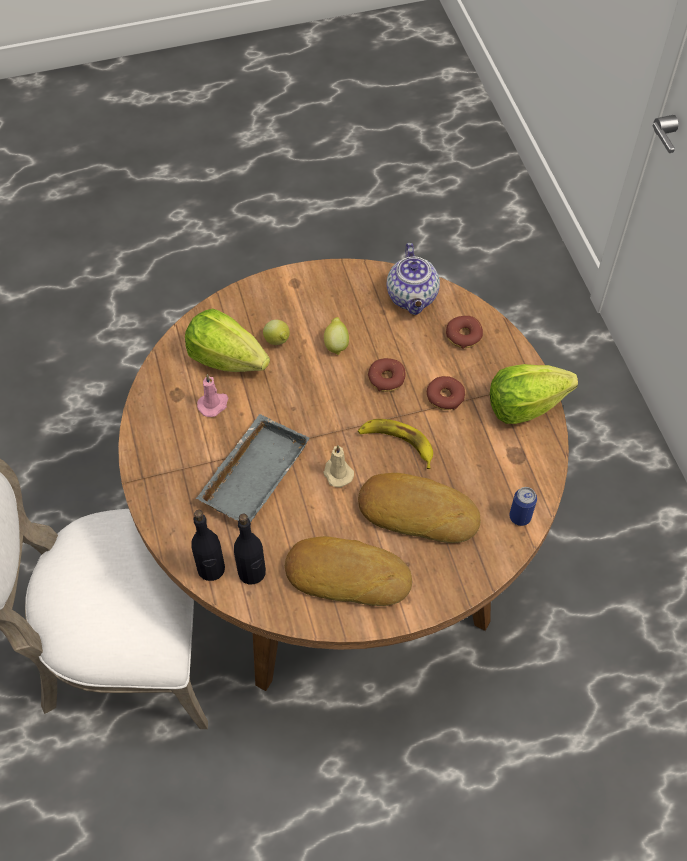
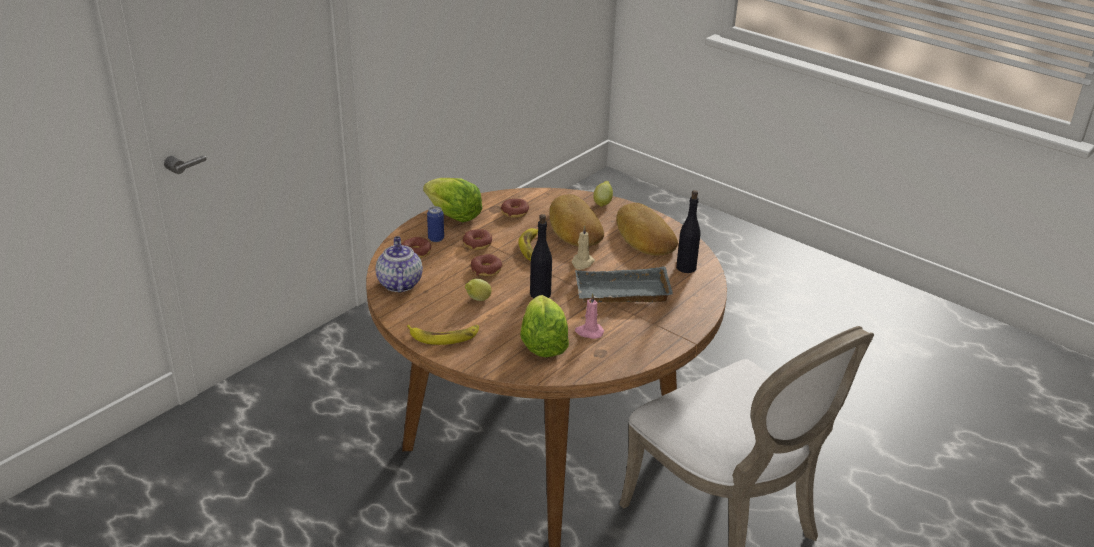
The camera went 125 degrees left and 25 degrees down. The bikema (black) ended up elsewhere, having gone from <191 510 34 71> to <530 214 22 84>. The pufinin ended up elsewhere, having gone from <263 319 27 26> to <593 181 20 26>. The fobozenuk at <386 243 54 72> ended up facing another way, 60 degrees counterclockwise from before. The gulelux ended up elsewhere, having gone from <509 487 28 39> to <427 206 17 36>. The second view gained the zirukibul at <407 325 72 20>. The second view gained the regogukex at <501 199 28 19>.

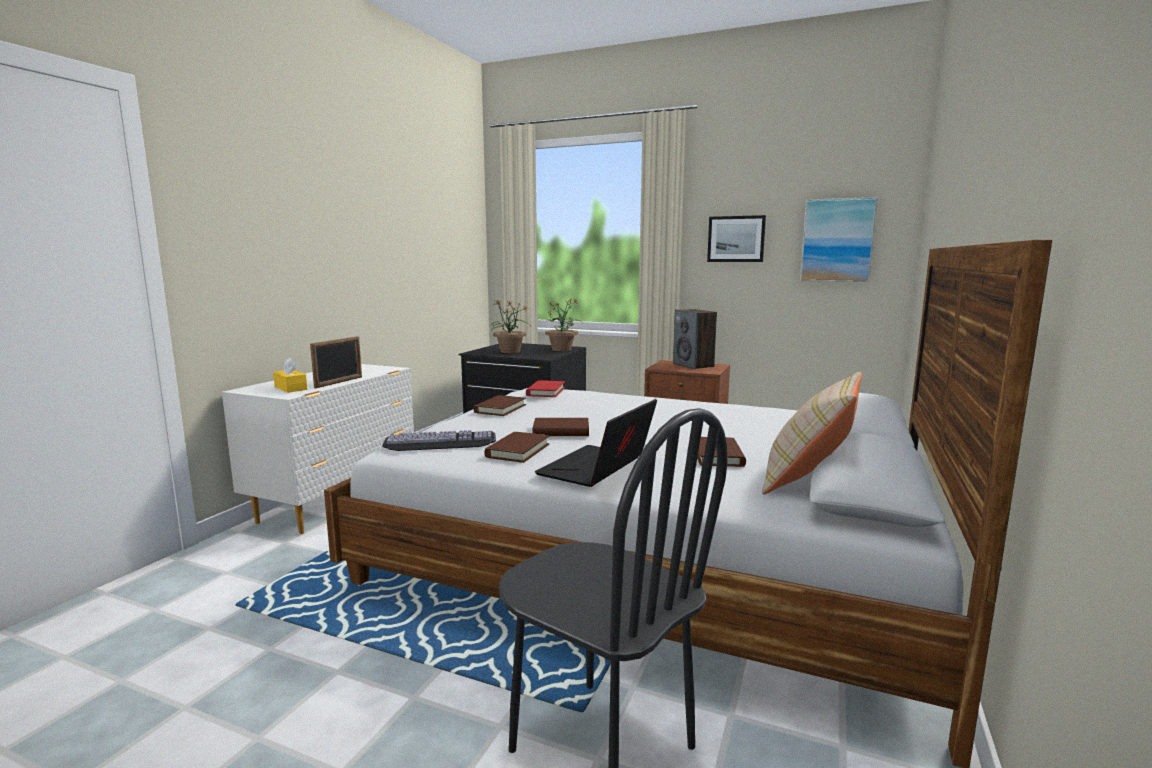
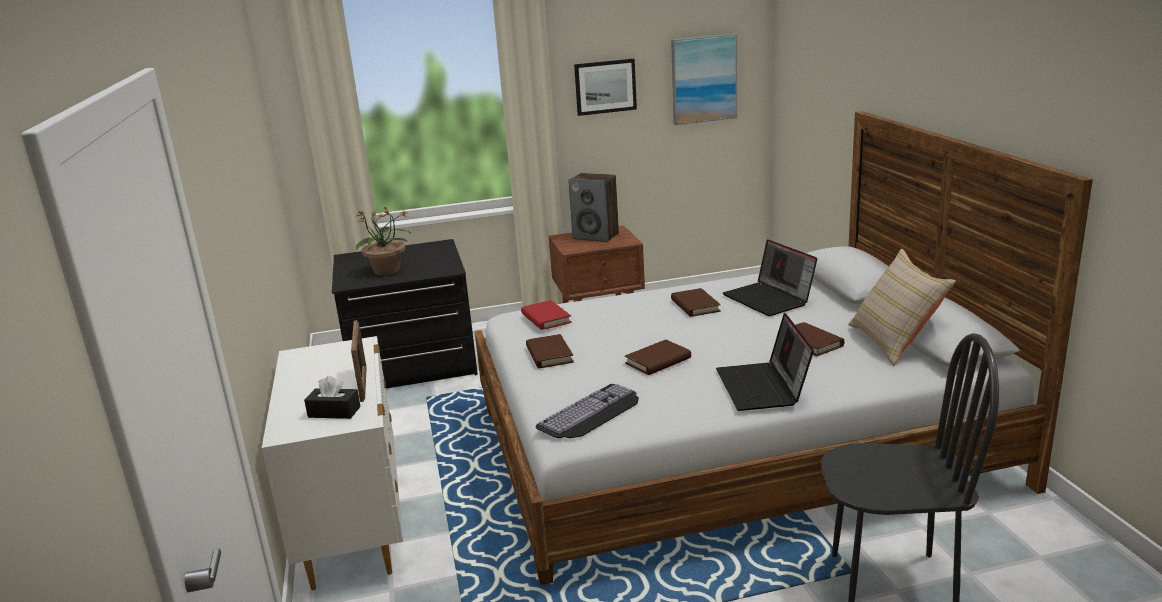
The camera went 35 degrees left and 10 degrees up. What was the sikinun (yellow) at <273 358 34 35> turned into the sikinun (black) at <304 376 57 43>. The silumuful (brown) ended up elsewhere, having gone from <484 432 65 31> to <671 288 50 29>. The second view lost the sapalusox at <545 299 37 52>. The second view gained the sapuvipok at <723 239 94 77>.

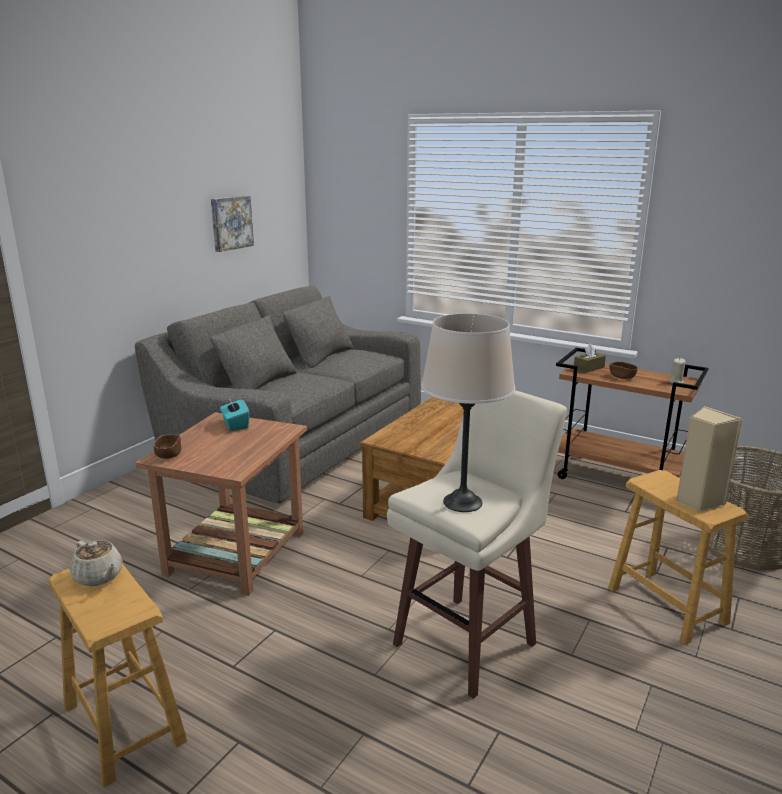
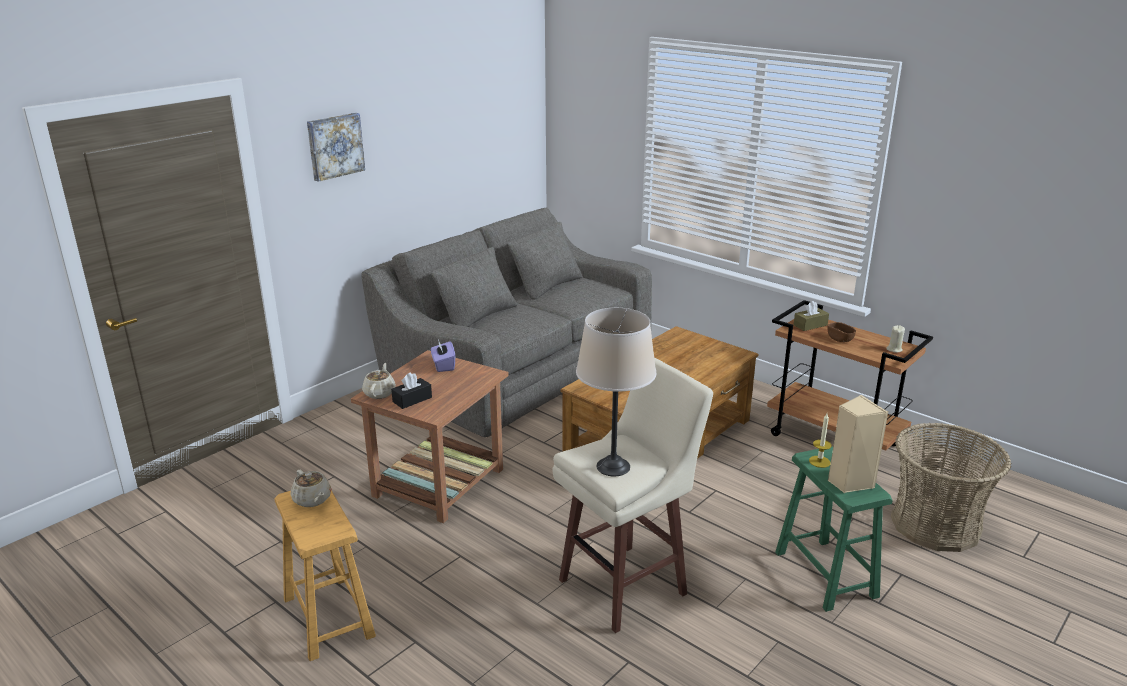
The camera went 10 degrees right and 5 degrees up. Where the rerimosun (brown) stood at <154 434 27 25>, the fobozenuk (beige) came to stand at <362 363 34 36>. The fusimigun ended up elsewhere, having gone from <211 196 43 56> to <307 113 58 69>. What was the sikinun (turquoise) at <220 398 30 33> turned into the sikinun (purple) at <431 339 24 33>. What was the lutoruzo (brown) at <608 470 140 175> turned into the lutoruzo (green) at <775 447 118 165>. The second view gained the sikinun (black) at <391 372 41 37>. The second view gained the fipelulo at <809 414 23 54>.

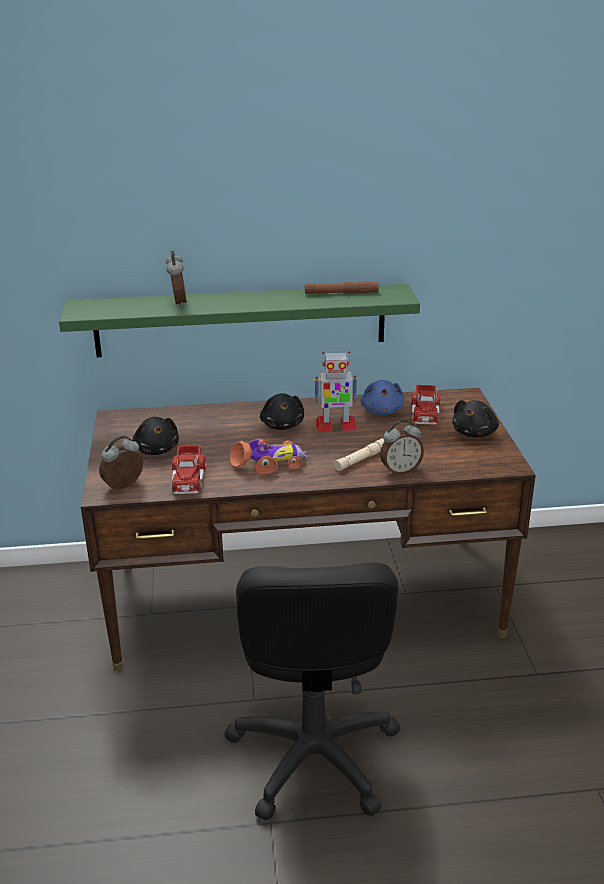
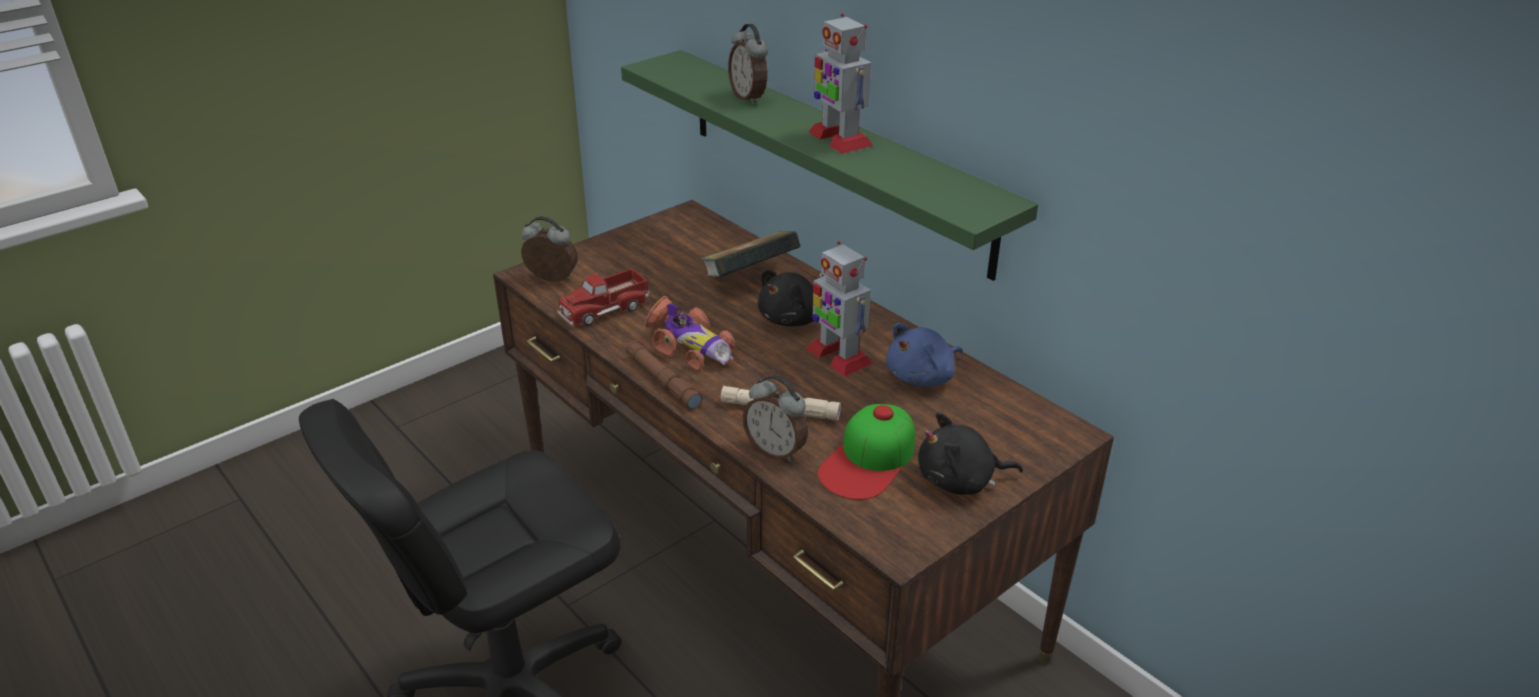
The camera went 55 degrees right and 5 degrees up. The second view lost the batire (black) at <133 417 46 38>. The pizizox at <166 250 21 57> ended up facing another way, 105 degrees clockwise from before. The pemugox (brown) ended up elsewhere, having gone from <305 281 74 13> to <626 341 76 68>. The second view lost the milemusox at <411 385 30 40>. The second view gained the silumuful at <701 231 100 46>. The second view gained the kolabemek at <808 13 65 141>. The second view gained the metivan at <818 404 97 96>.

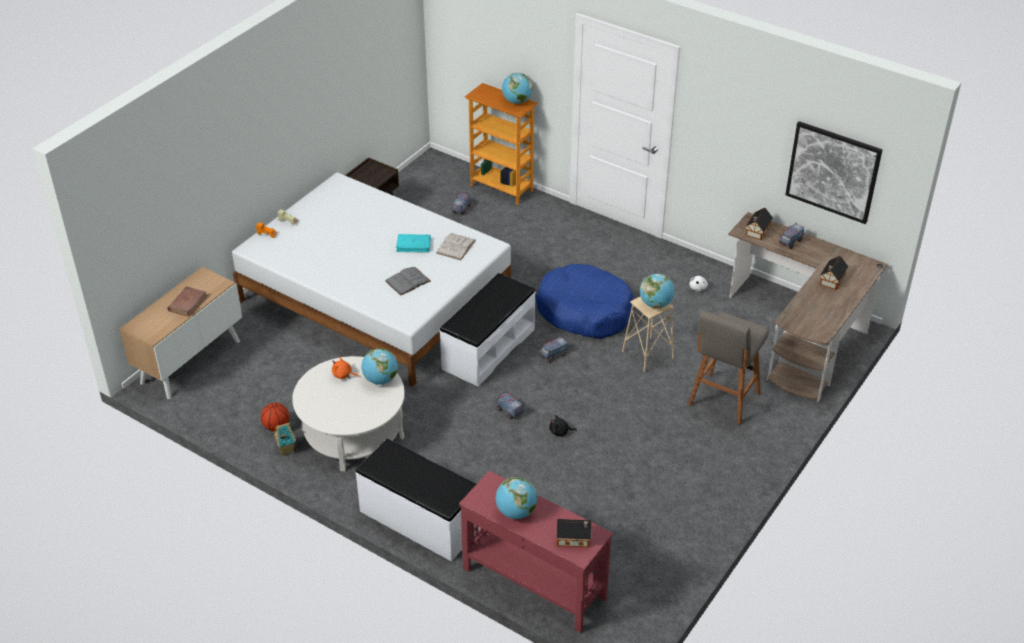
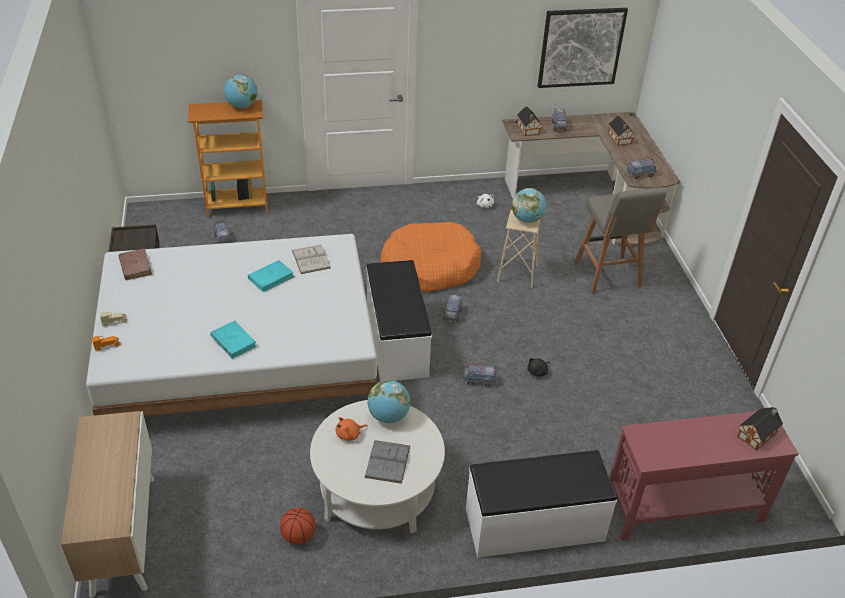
The camera went 45 degrees left and 0 degrees up. The silumuful (brown) ended up elsewhere, having gone from <167 287 41 30> to <119 249 33 31>. The second view lost the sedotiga at <273 423 23 33>. The silumuful (grey) ended up elsewhere, having gone from <385 267 46 29> to <365 440 45 44>. The second view lost the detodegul at <496 477 41 42>. What was the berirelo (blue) at <536 264 97 75> turned into the berirelo (orange) at <380 222 102 70>. The second view gained the silumuful (turquoise) at <210 321 46 38>. The second view gained the milemusox at <627 158 29 22>.

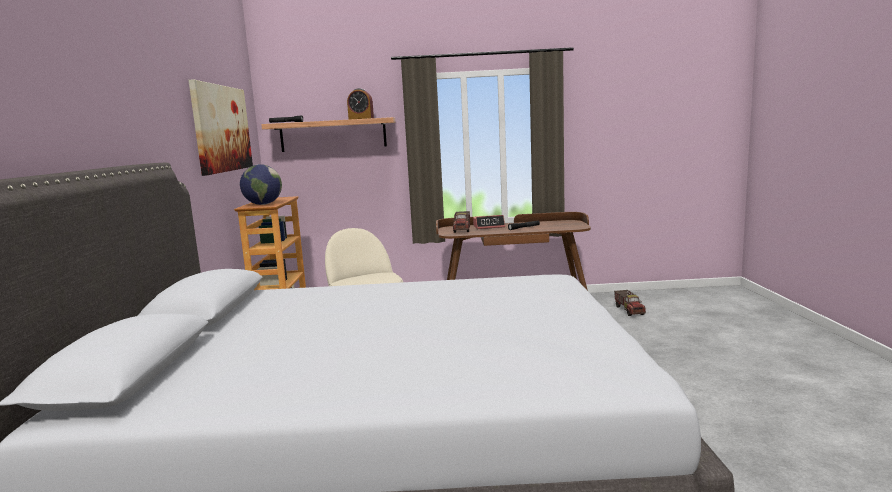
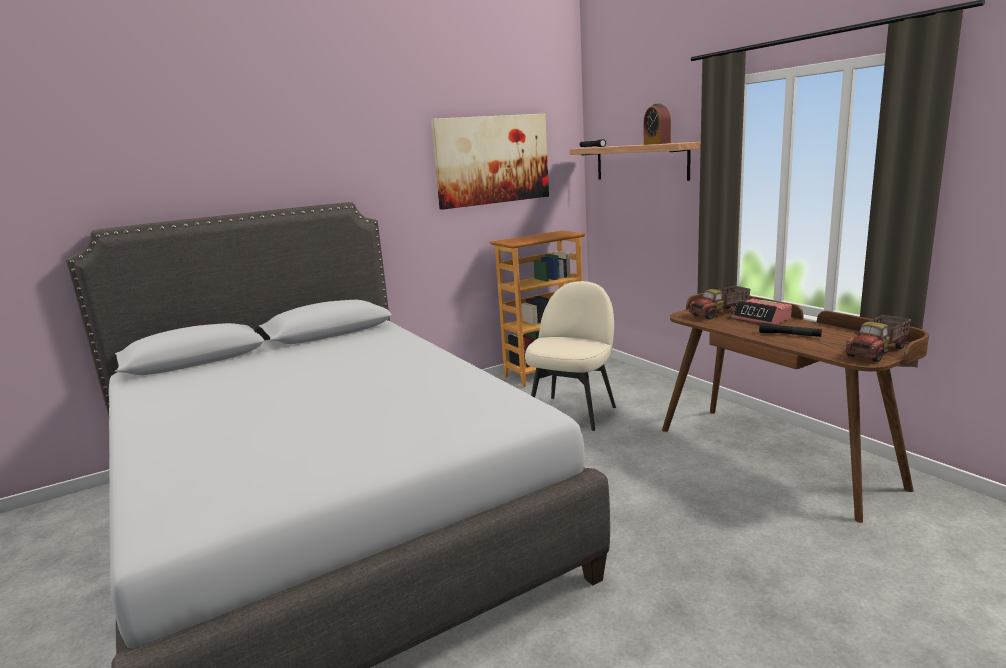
The camera went 60 degrees right and 5 degrees up. The second view lost the detodegul at <240 164 42 41>. The milemusox ended up elsewhere, having gone from <614 290 32 26> to <845 315 66 47>.

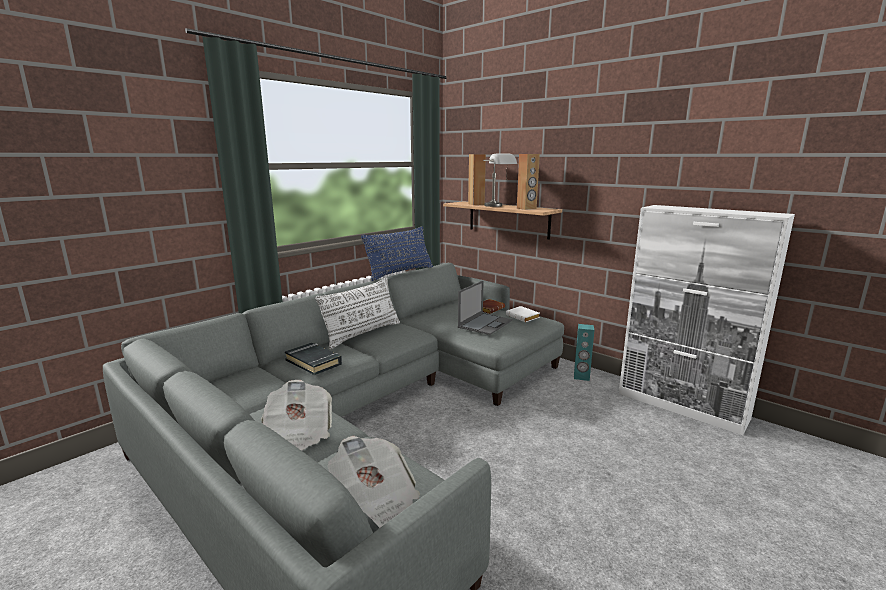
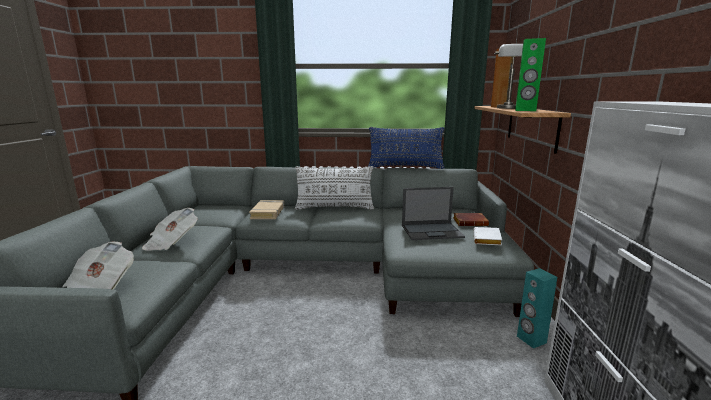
The camera went 50 degrees right and 0 degrees up. What was the silumuful (black) at <285 343 57 32> turned into the silumuful (beige) at <249 200 35 19>. What was the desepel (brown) at <517 154 23 56> turned into the desepel (green) at <515 38 31 73>.

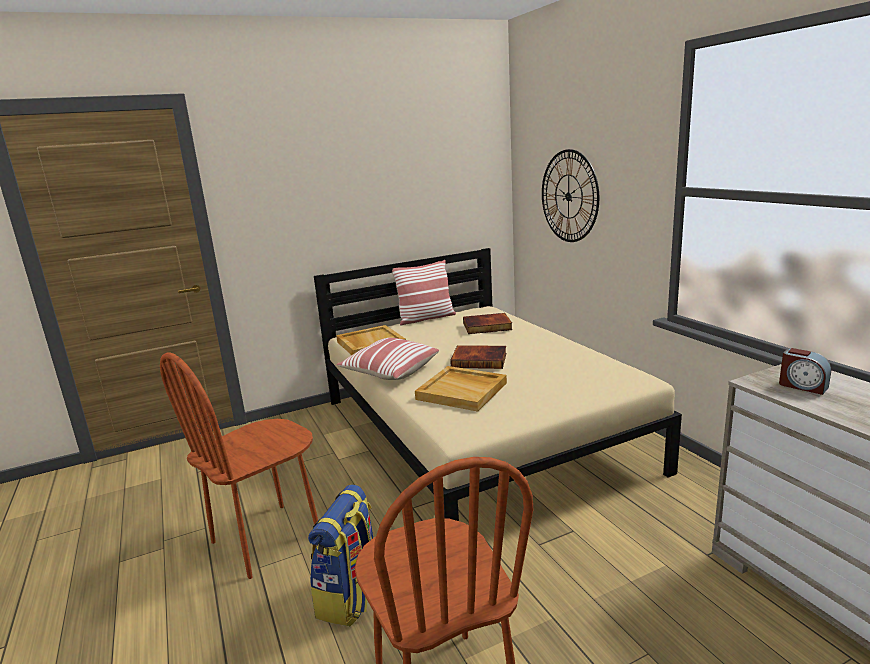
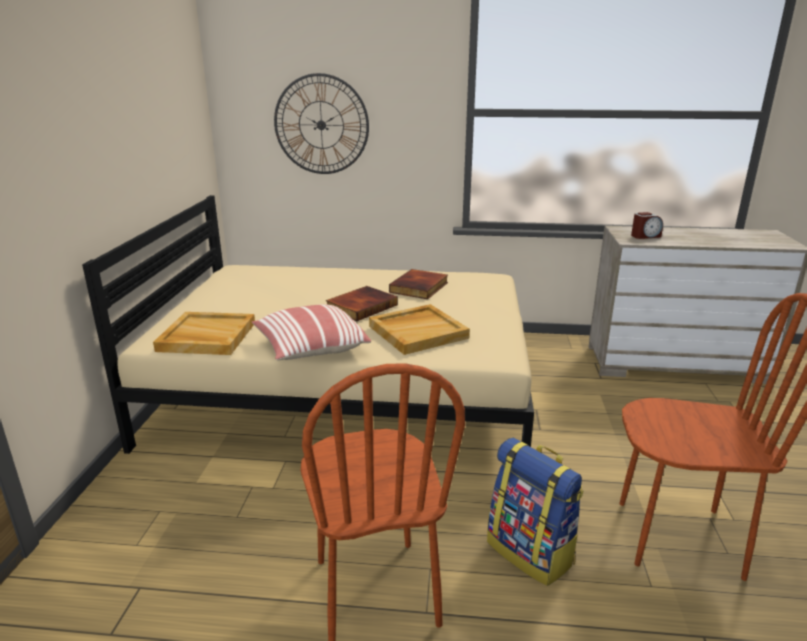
The camera went 60 degrees left and 5 degrees up. The second view lost the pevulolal at <392 260 64 65>. The silumuful ended up elsewhere, having gone from <463 313 50 21> to <389 269 59 30>.

